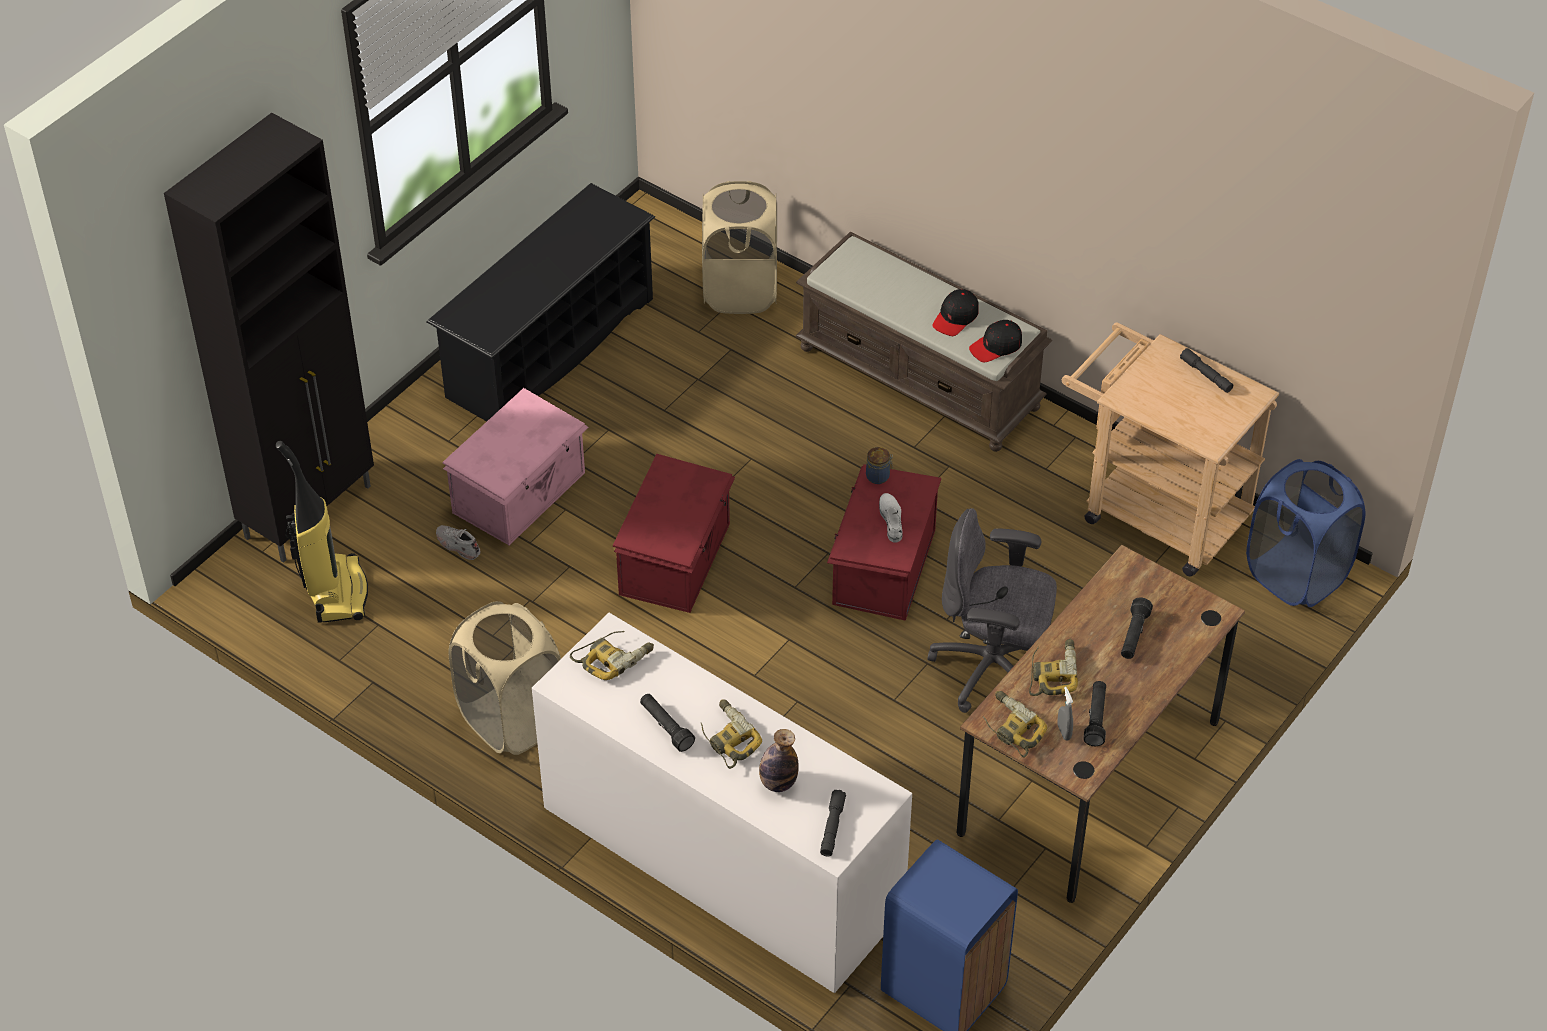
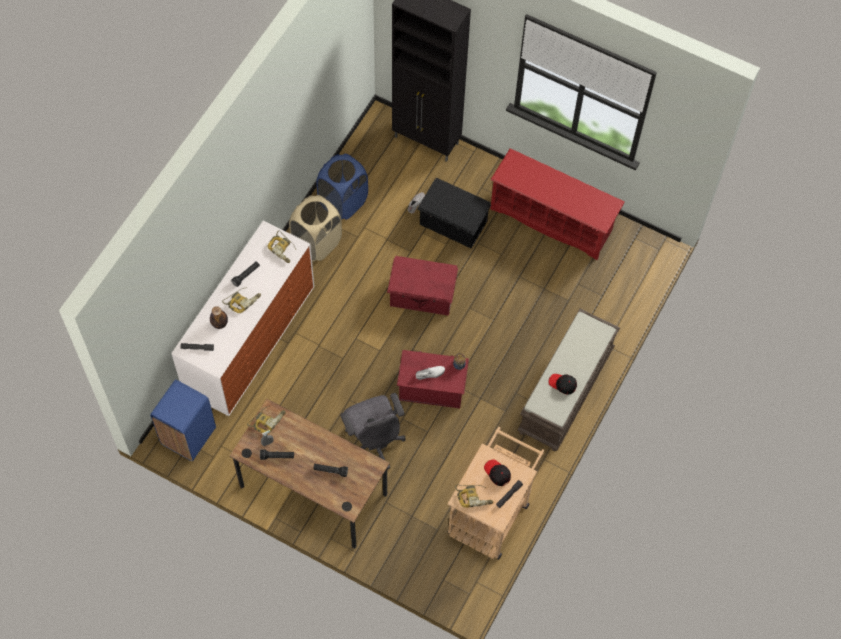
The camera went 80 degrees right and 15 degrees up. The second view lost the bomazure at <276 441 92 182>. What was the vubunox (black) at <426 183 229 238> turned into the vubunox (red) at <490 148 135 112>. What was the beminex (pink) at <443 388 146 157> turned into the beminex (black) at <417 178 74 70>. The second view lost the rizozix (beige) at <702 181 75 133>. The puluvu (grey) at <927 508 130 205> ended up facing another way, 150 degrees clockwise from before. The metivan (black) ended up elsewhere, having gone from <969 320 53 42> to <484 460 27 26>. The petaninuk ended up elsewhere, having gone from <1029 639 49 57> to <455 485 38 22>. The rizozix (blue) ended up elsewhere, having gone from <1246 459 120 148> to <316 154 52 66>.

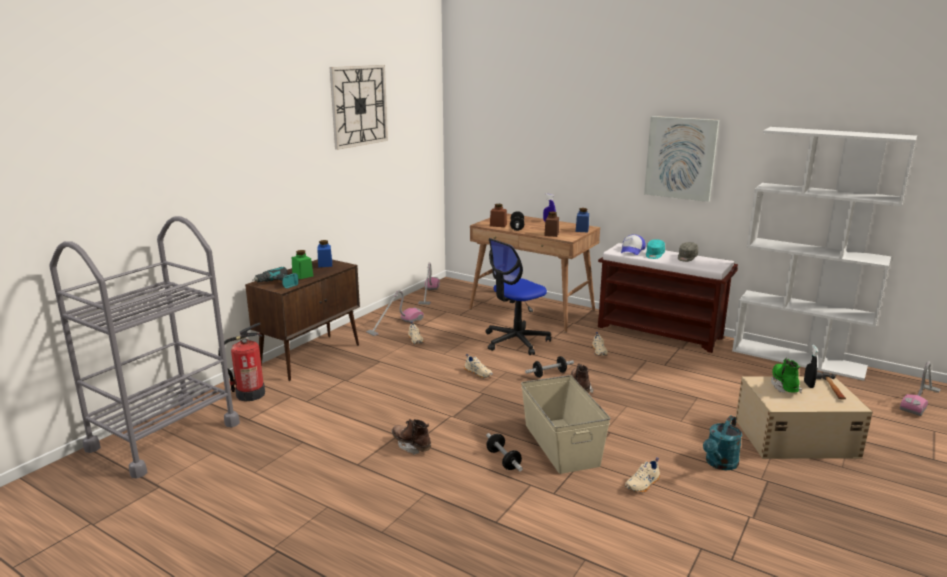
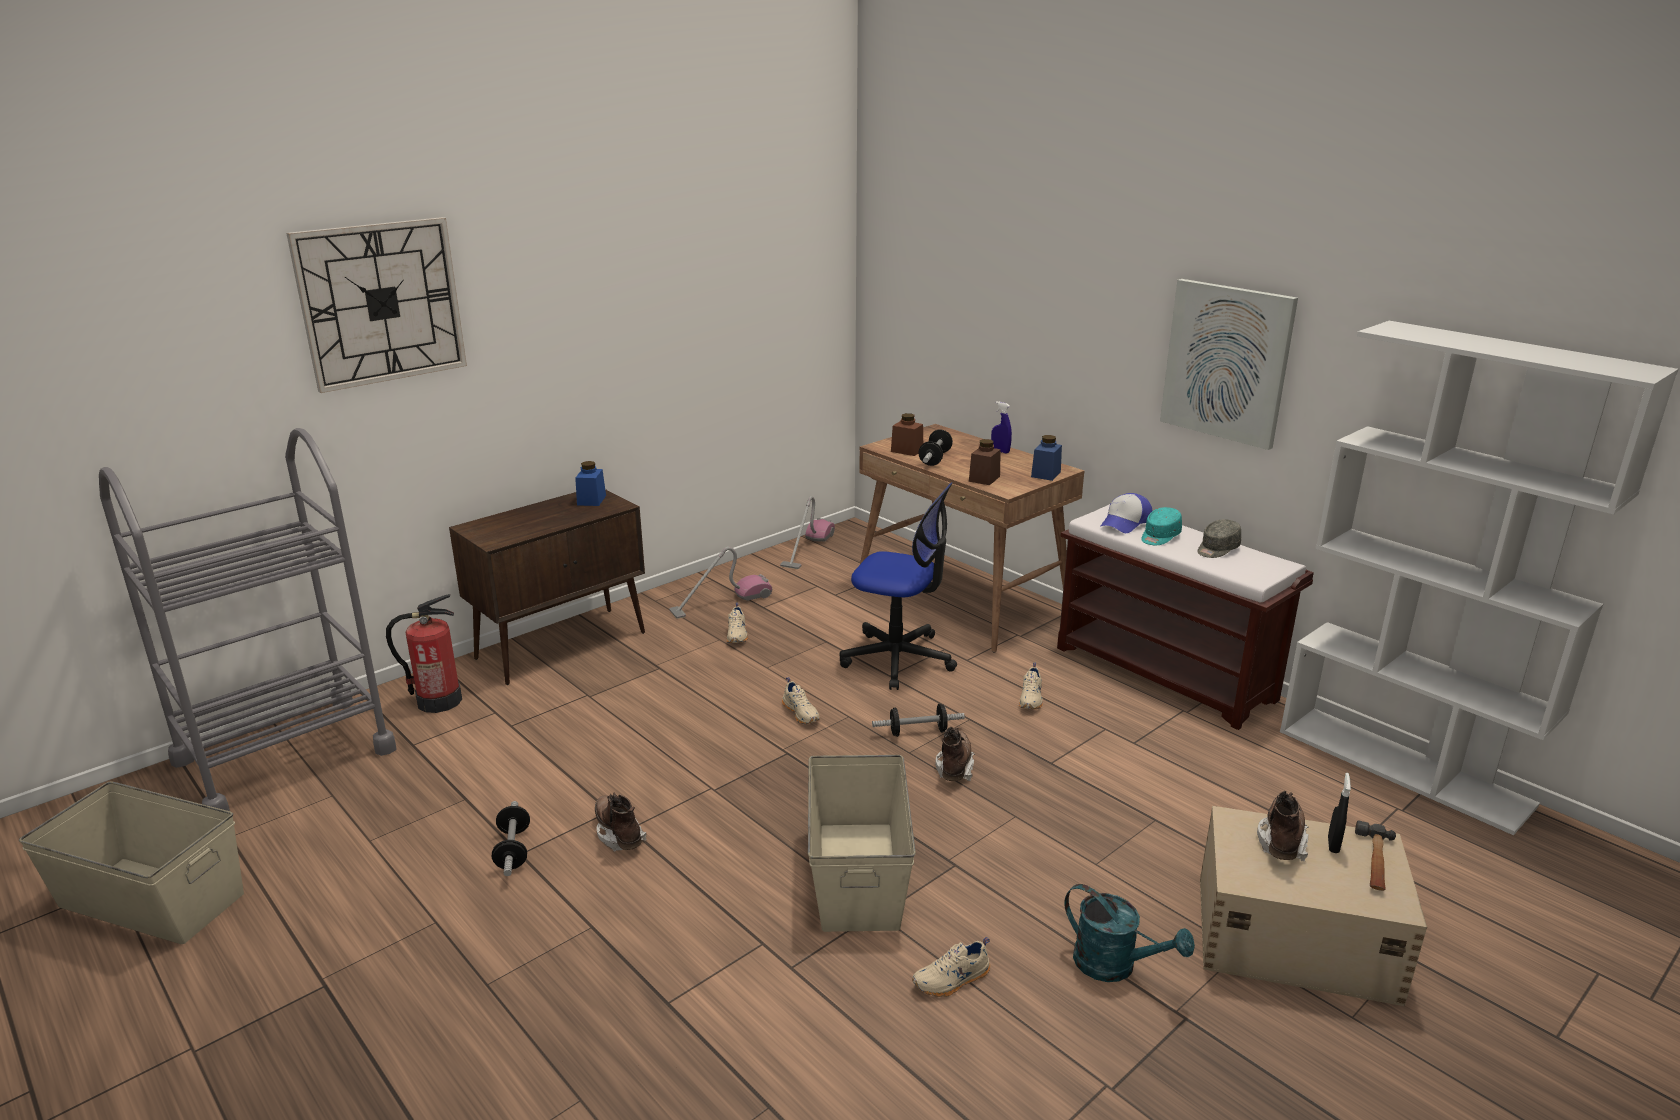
The camera went 15 degrees right and 5 degrees up. The second view lost the petaninuk at <253 267 46 21>. The second view lost the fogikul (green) at <292 250 21 29>. The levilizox ended up elsewhere, having gone from <330 65 58 85> to <286 217 181 176>. The puluvu at <485 238 66 117> ended up facing another way, 135 degrees counterclockwise from before. The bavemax ended up elsewhere, having gone from <486 433 37 38> to <492 801 38 75>. The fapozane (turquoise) at <703 415 39 55> ended up facing another way, 105 degrees counterclockwise from before. What was the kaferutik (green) at <771 358 31 35> turned into the kaferutik (brown) at <1257 791 52 71>. The second view lost the bomazure at <900 361 41 55>. The second view gained the beminex (beige) at <19 782 225 162>.

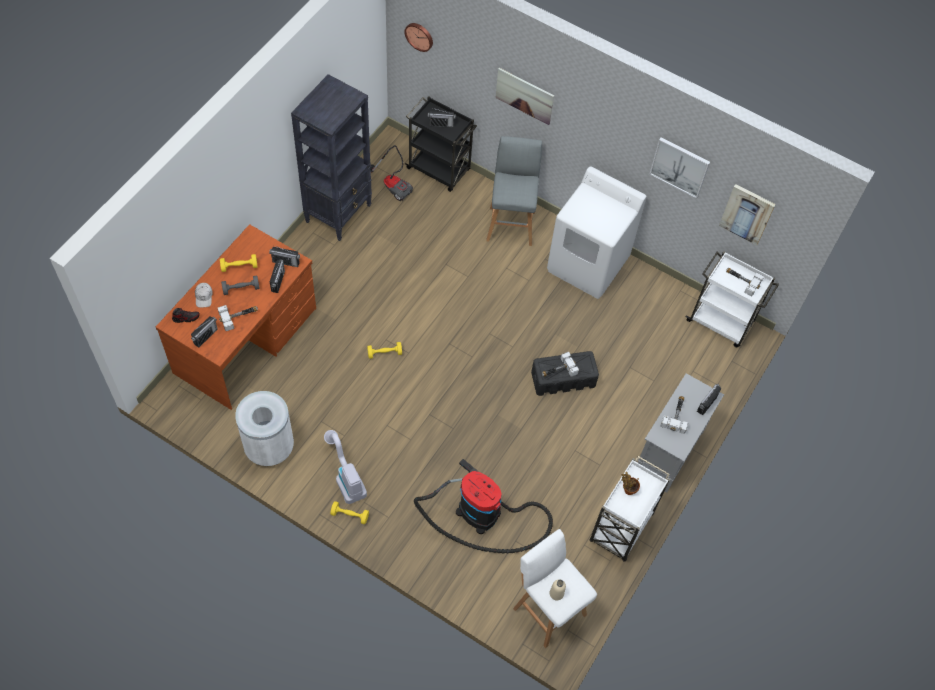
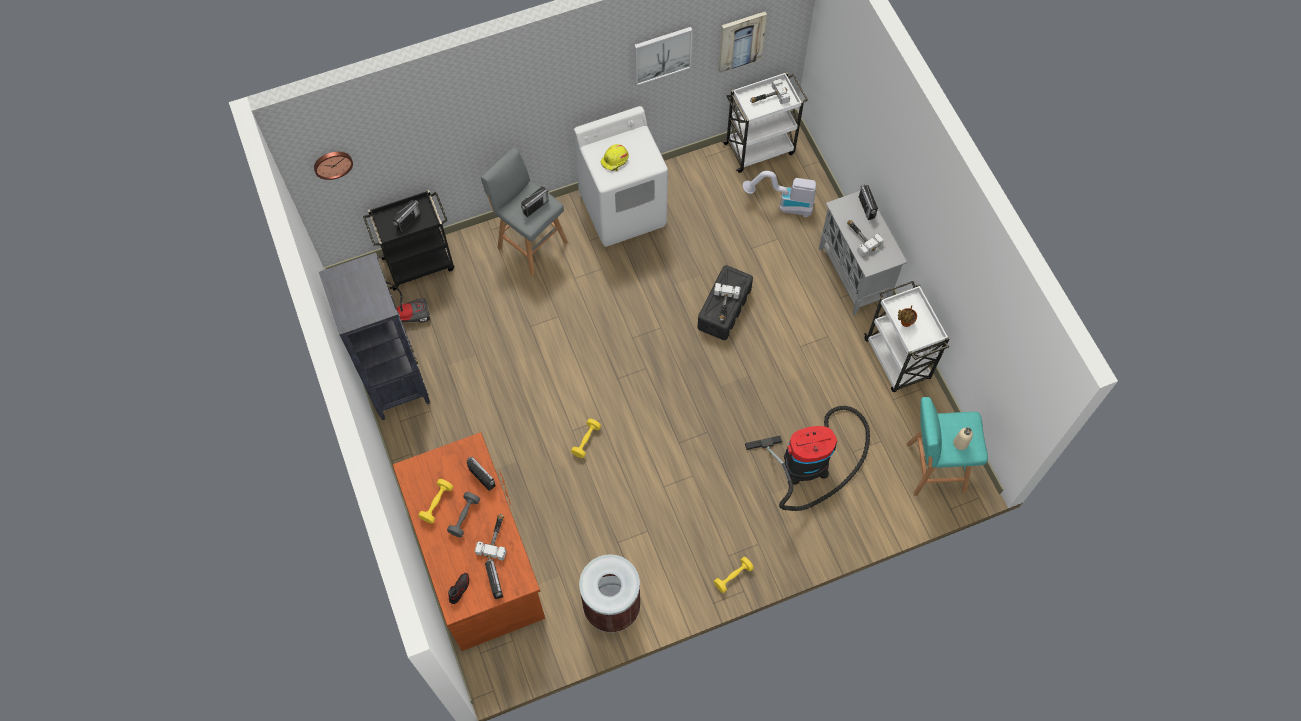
The camera went 50 degrees left and 5 degrees up. The second view lost the metivan (white) at <195 283 18 25>. What was the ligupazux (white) at <235 391 59 75> turned into the ligupazux (brown) at <579 554 61 78>. The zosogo ended up elsewhere, having gone from <269 245 31 22> to <521 187 28 30>. The bomazure ended up elsewhere, having gone from <324 430 43 74> to <743 171 73 46>. The second view lost the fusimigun at <495 68 59 57>. What was the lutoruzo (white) at <513 529 84 119> turned into the lutoruzo (turquoise) at <907 397 81 99>. The second view gained the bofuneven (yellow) at <601 144 28 27>.

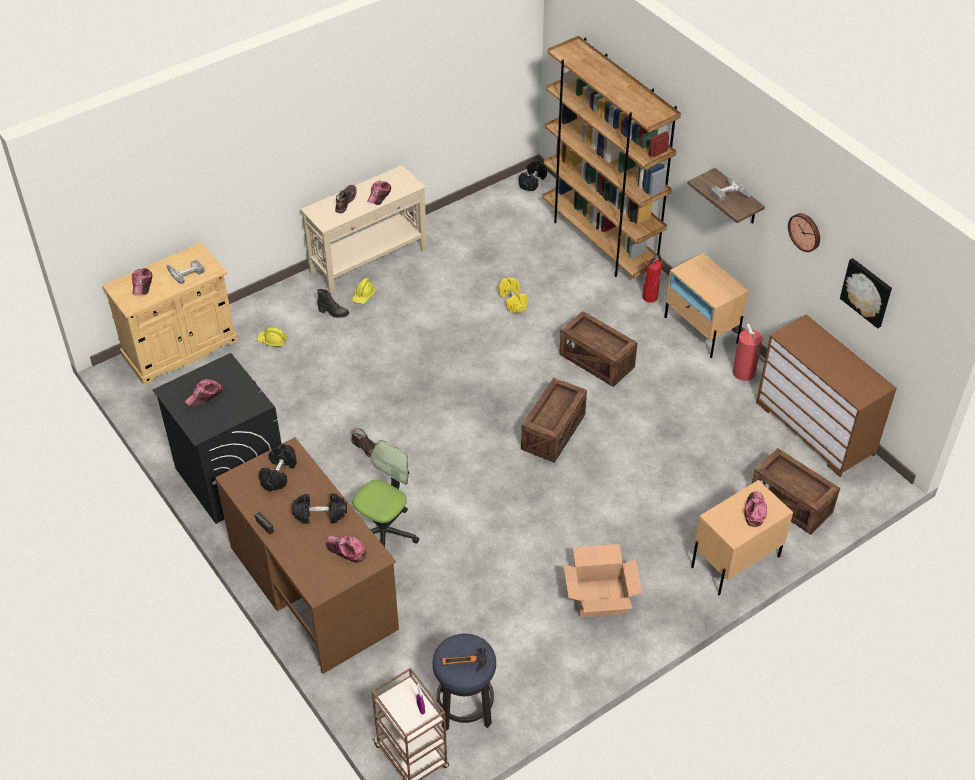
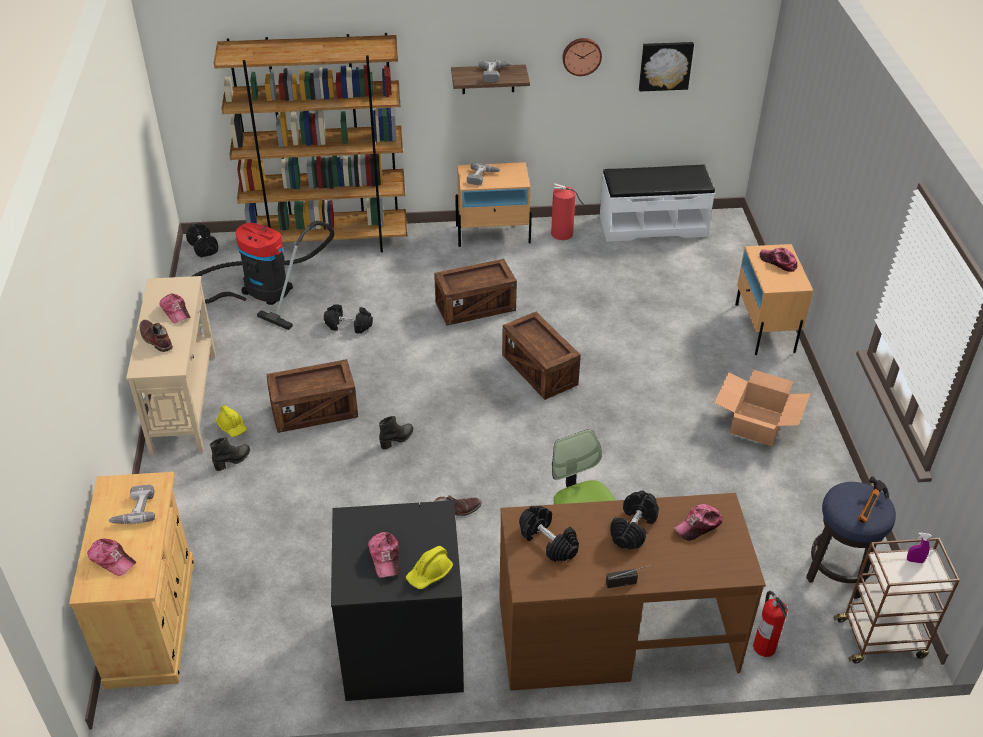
The camera went 60 degrees left and 5 degrees down. The bofuneven (yellow) ended up elsewhere, having gone from <257 327 30 20> to <406 546 47 43>. What was the bavemax (yellow) at <498 277 30 36> turned into the bavemax (black) at <324 304 49 30>. The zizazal ended up elsewhere, having gone from <642 255 20 48> to <753 591 35 66>. The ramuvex ended up elsewhere, having gone from <752 448 88 87> to <266 359 92 74>. Where the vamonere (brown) stood at <756 314 141 163>, the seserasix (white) came to stand at <600 165 115 77>. The second view gained the bomazure at <192 221 142 109>. The second view gained the kaferutik (black) at <379 416 34 34>. The second view gained the petaninuk at <467 163 33 22>.

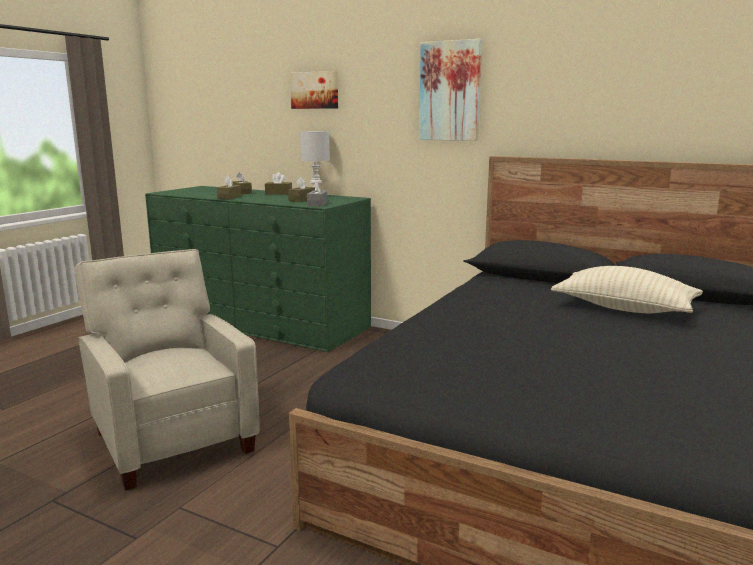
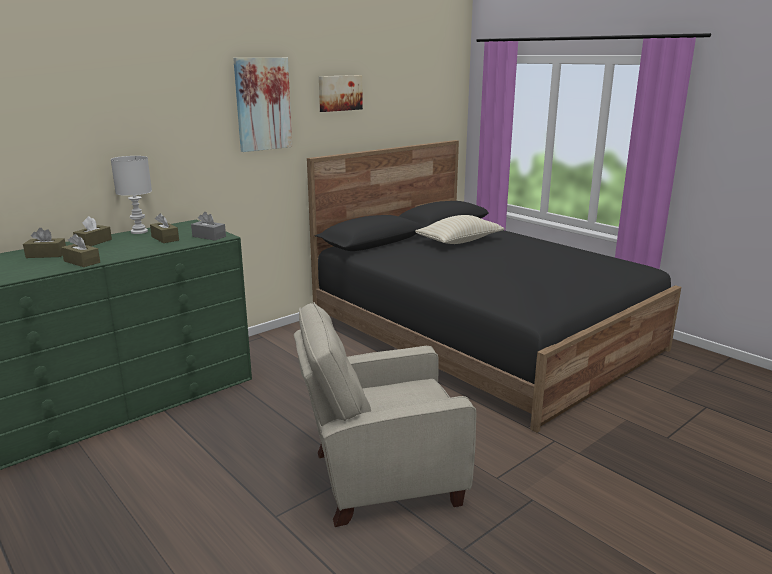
The camera went 70 degrees left and 5 degrees up. The fusimigun ended up elsewhere, having gone from <290 71 48 38> to <319 75 44 37>.

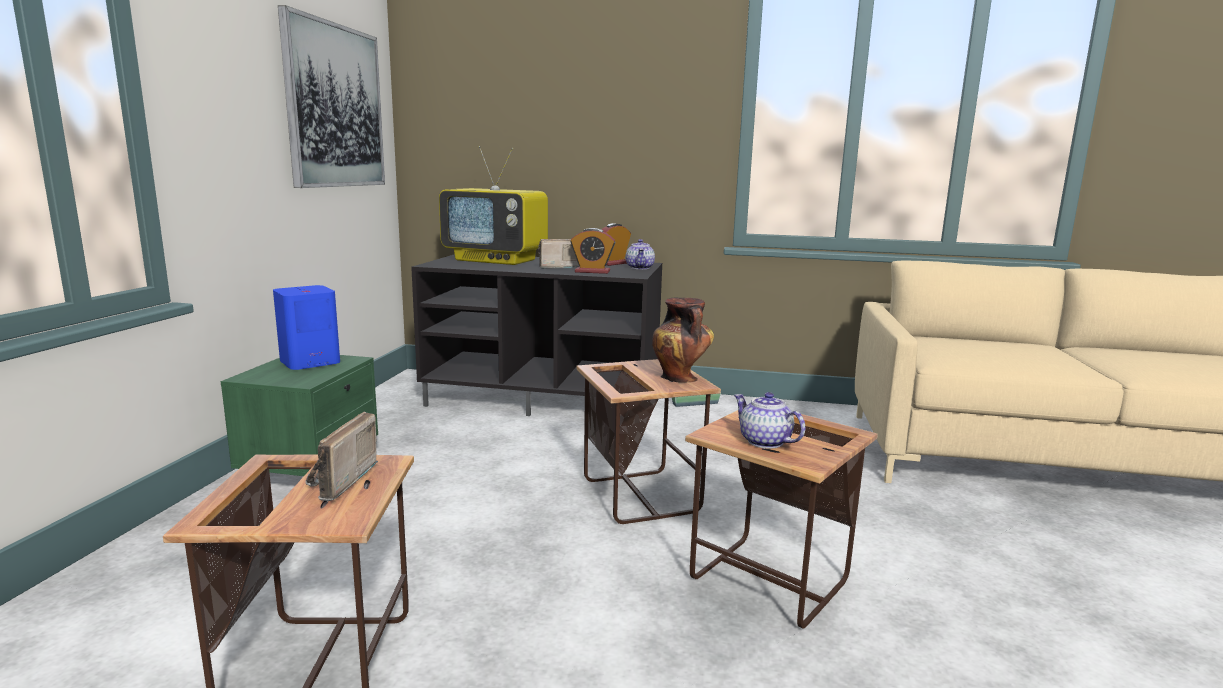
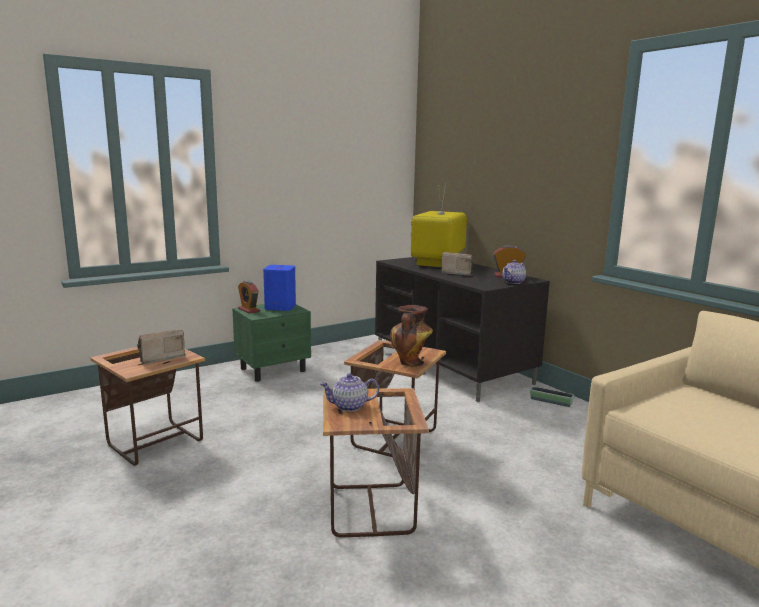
The camera went 45 degrees right and 0 degrees up. The second view lost the fusimigun at <278 5 107 183>. The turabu at <439 146 109 119> ended up facing another way, 45 degrees clockwise from before. The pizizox ended up elsewhere, having gone from <571 228 45 46> to <238 280 22 34>. The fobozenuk at <734 392 71 57> ended up facing another way, 105 degrees counterclockwise from before.

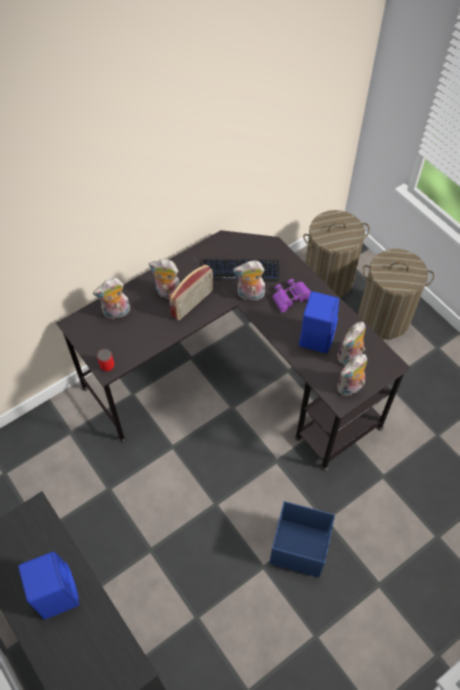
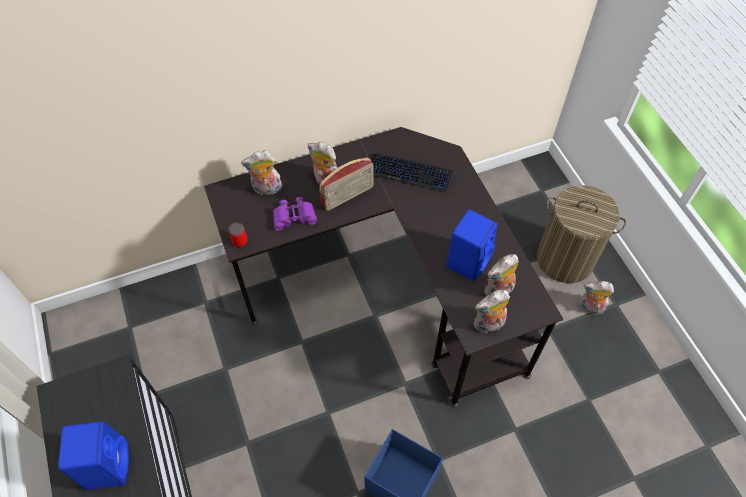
The camera went 15 degrees right and 0 degrees up. The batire ended up elsewhere, having gone from <233 261 32 42> to <579 281 35 34>. The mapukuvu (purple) ended up elsewhere, having gone from <272 279 39 33> to <273 197 44 34>. The second view lost the rizozix at <303 210 67 87>.

